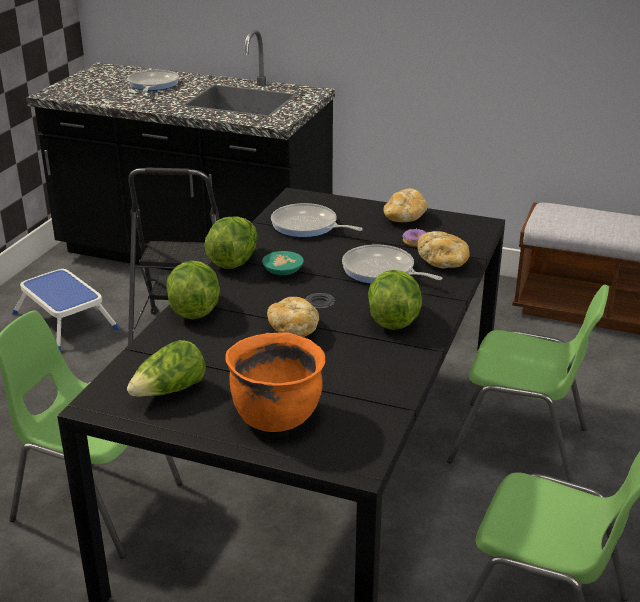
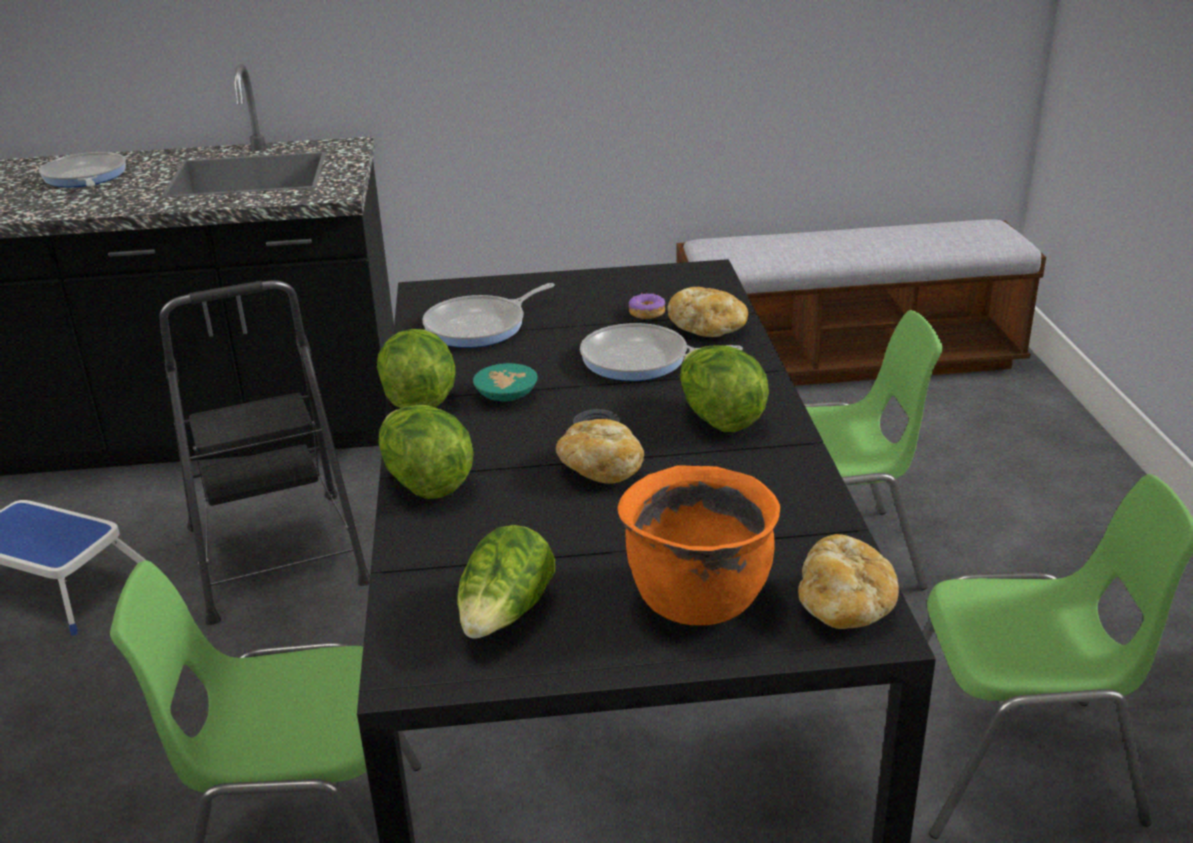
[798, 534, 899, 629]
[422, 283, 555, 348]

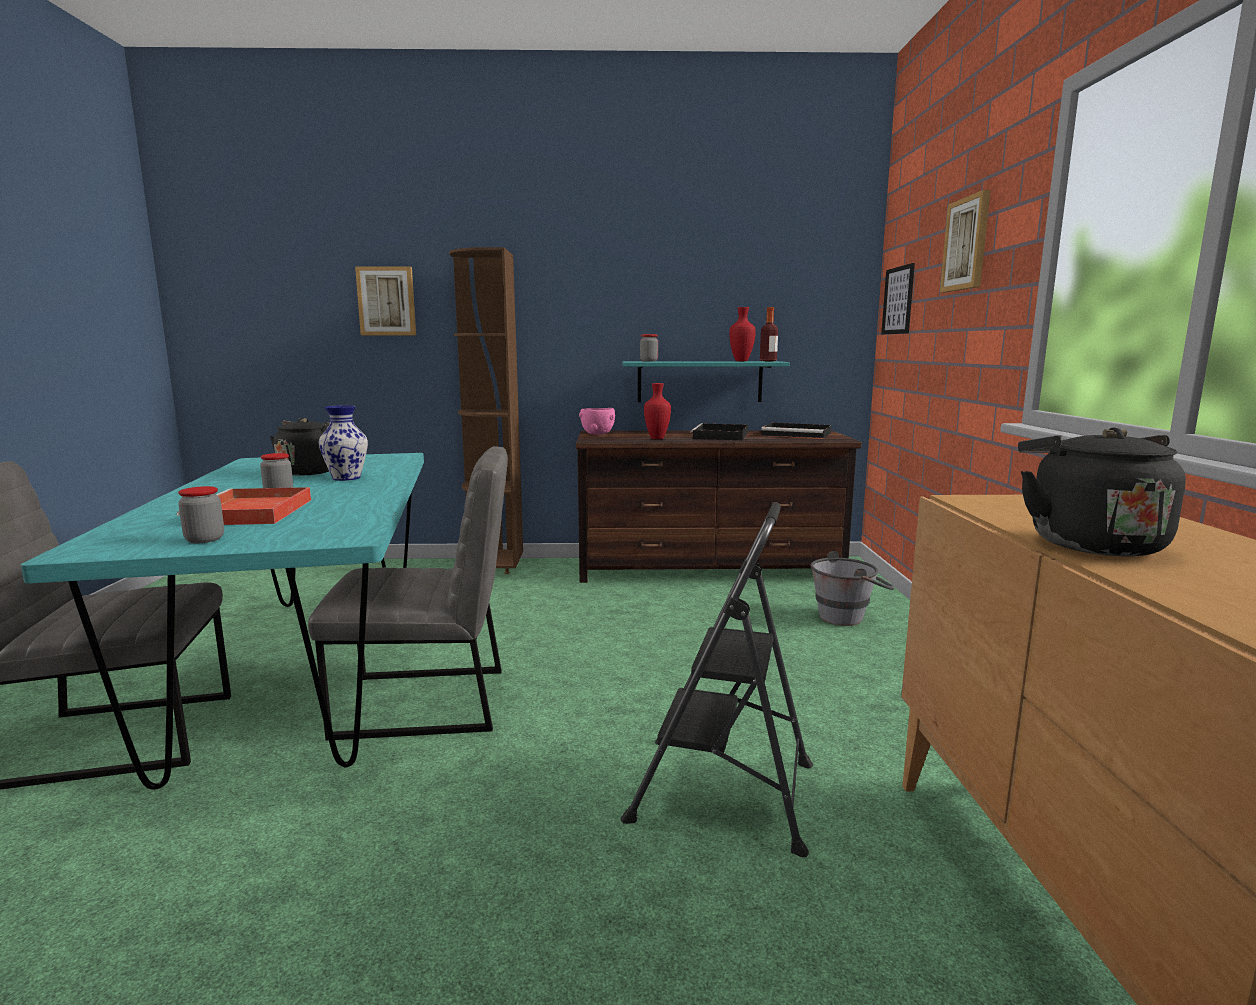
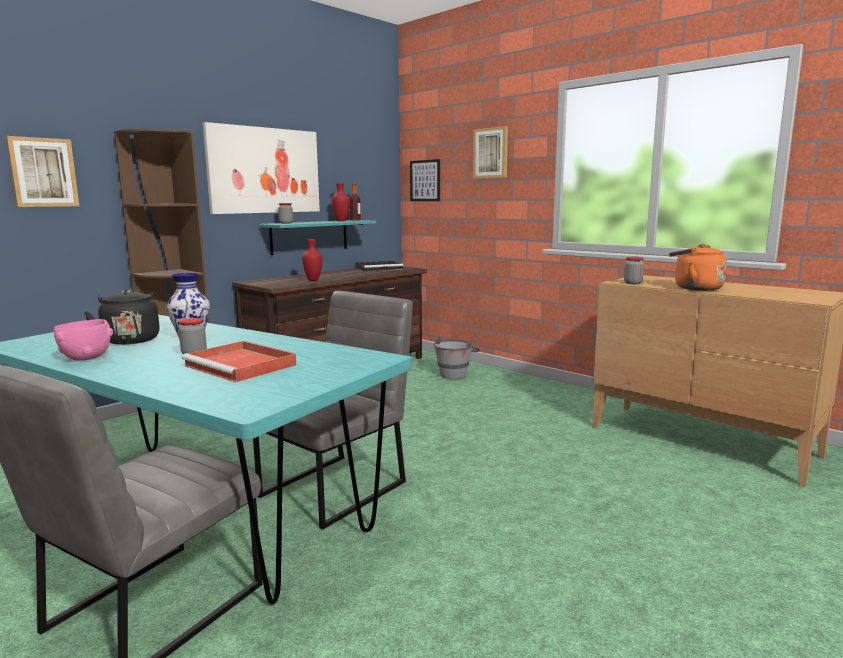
[621, 502, 813, 857] (first image)
[690, 423, 748, 441] (first image)
[203, 122, 320, 214]
[624, 257, 644, 284]
[54, 319, 113, 361]
[669, 244, 727, 291]

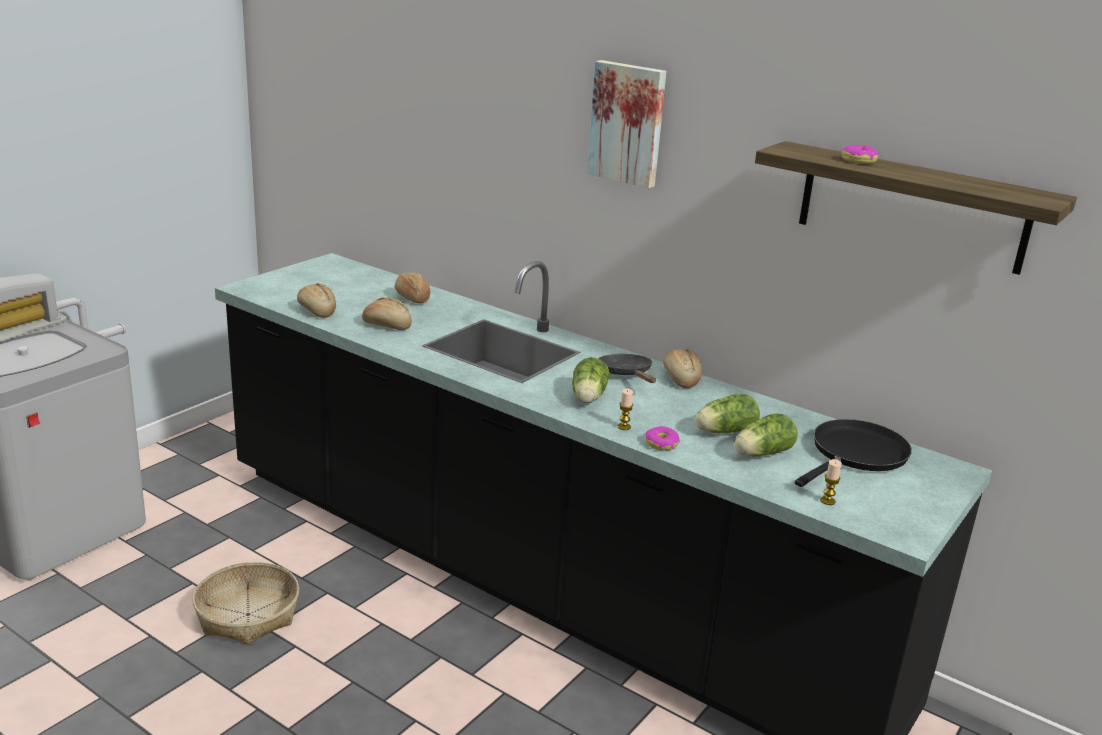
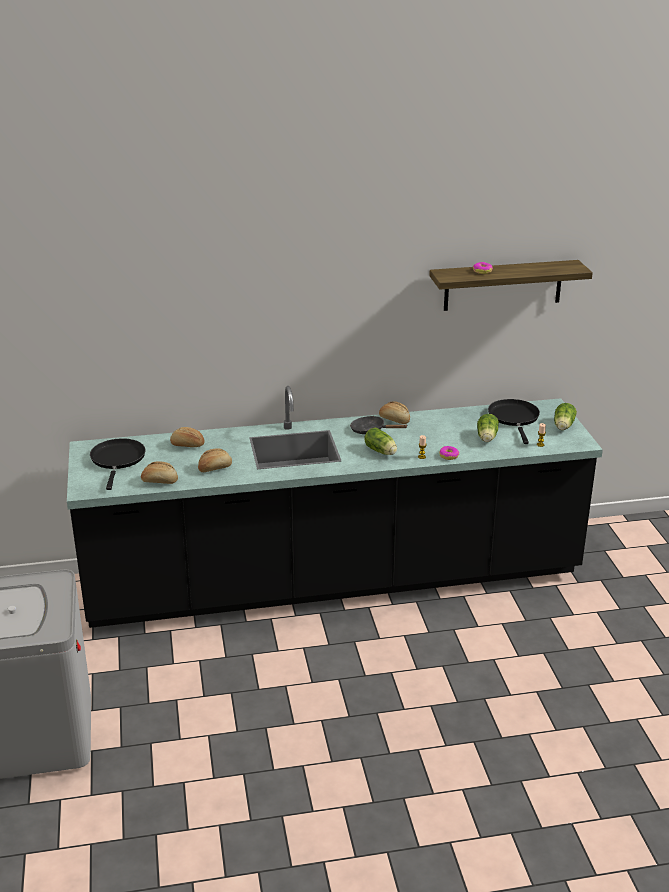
[192, 562, 299, 645] (first image)
[587, 60, 666, 188] (first image)
[90, 438, 145, 490]
[554, 403, 577, 430]

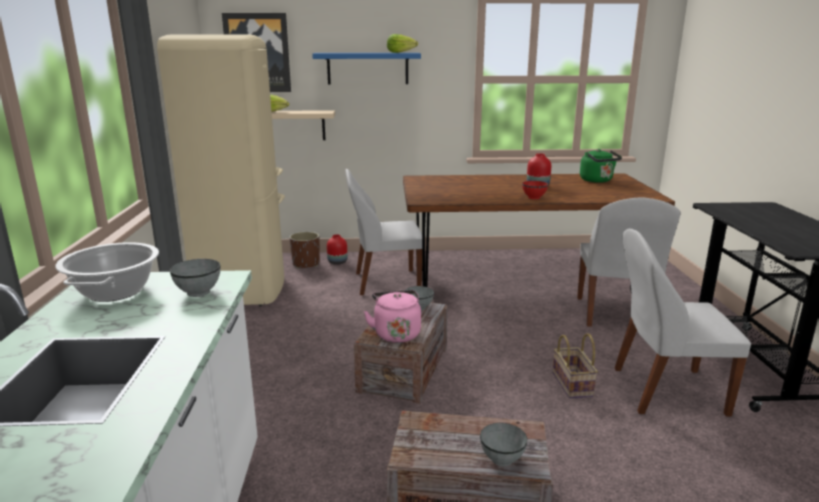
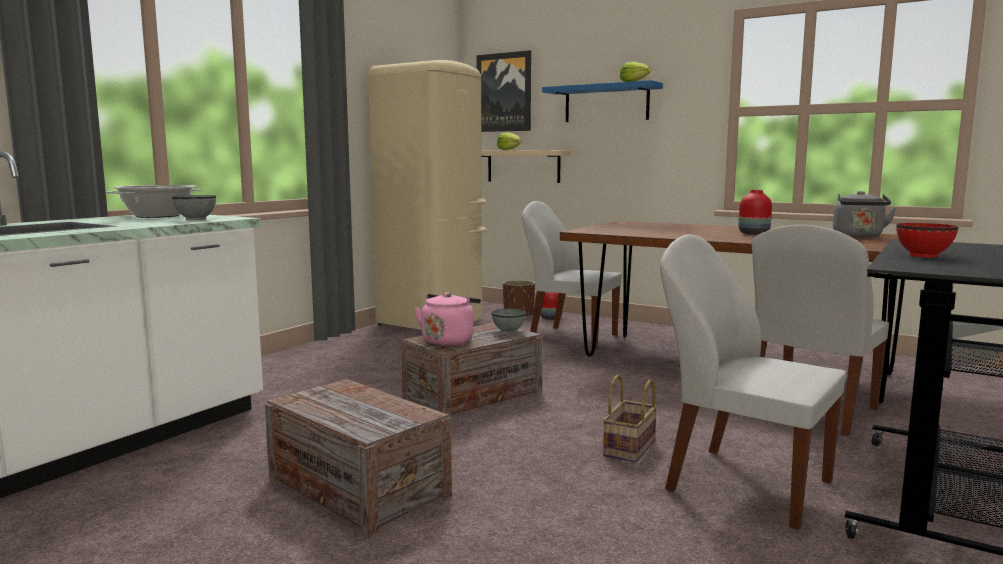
[480, 423, 527, 466] (first image)
[896, 223, 958, 258]
[833, 191, 896, 238]

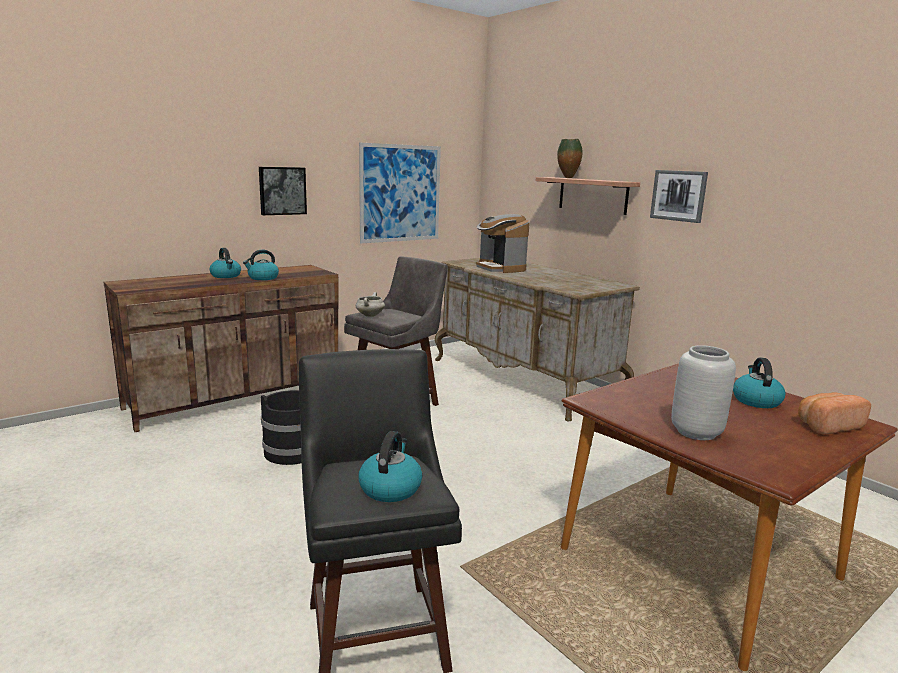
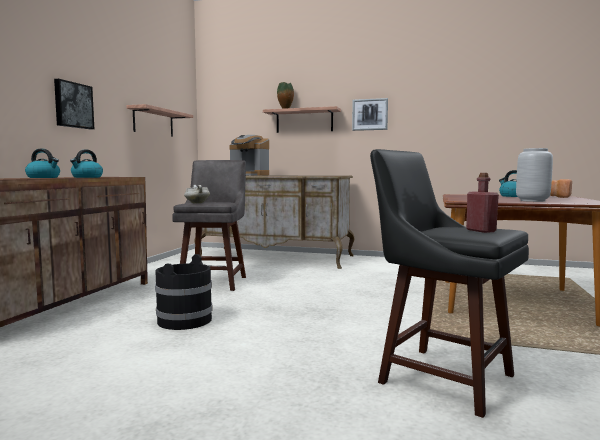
[466, 173, 499, 233]
[126, 104, 193, 137]

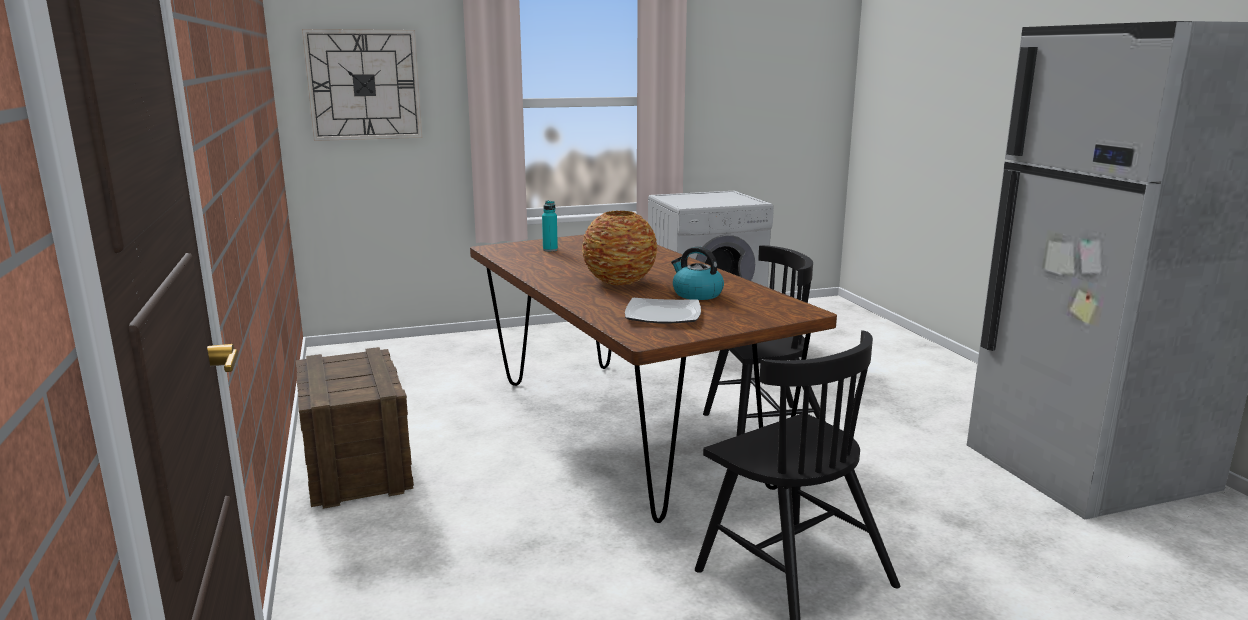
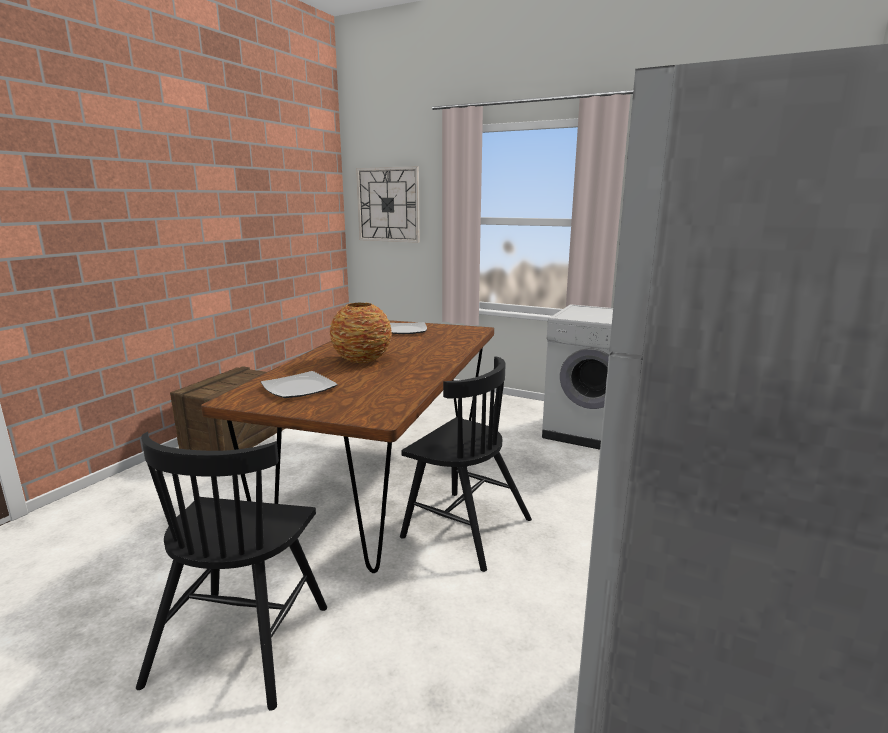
[671, 246, 724, 300] (first image)
[390, 322, 427, 334]

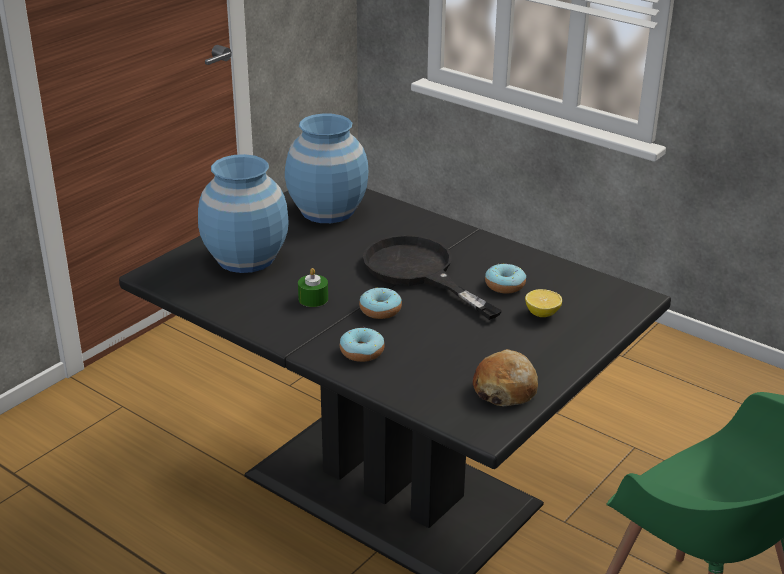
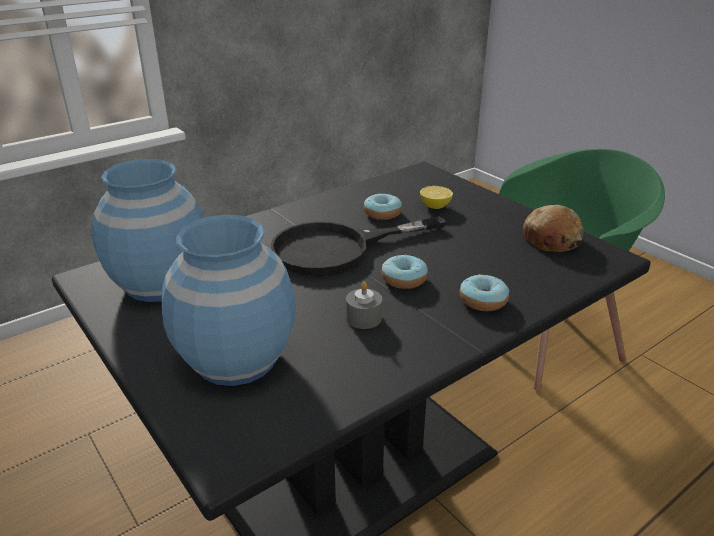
[346, 281, 382, 329]

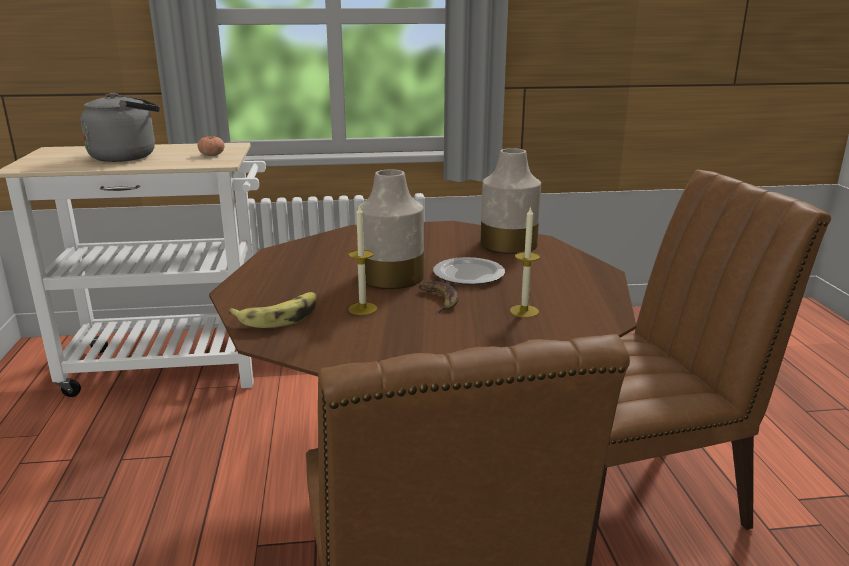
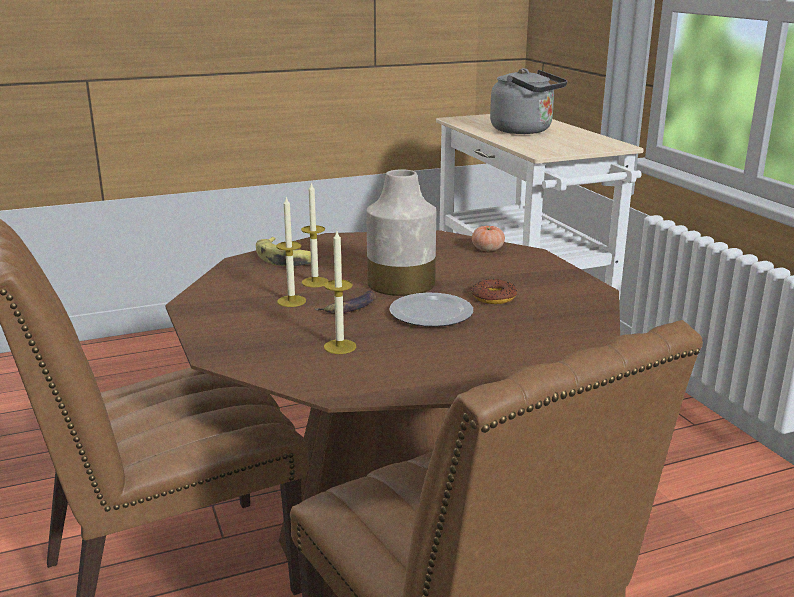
[480, 148, 541, 254] (first image)
[276, 196, 306, 307]
[471, 279, 517, 304]
[472, 225, 505, 251]

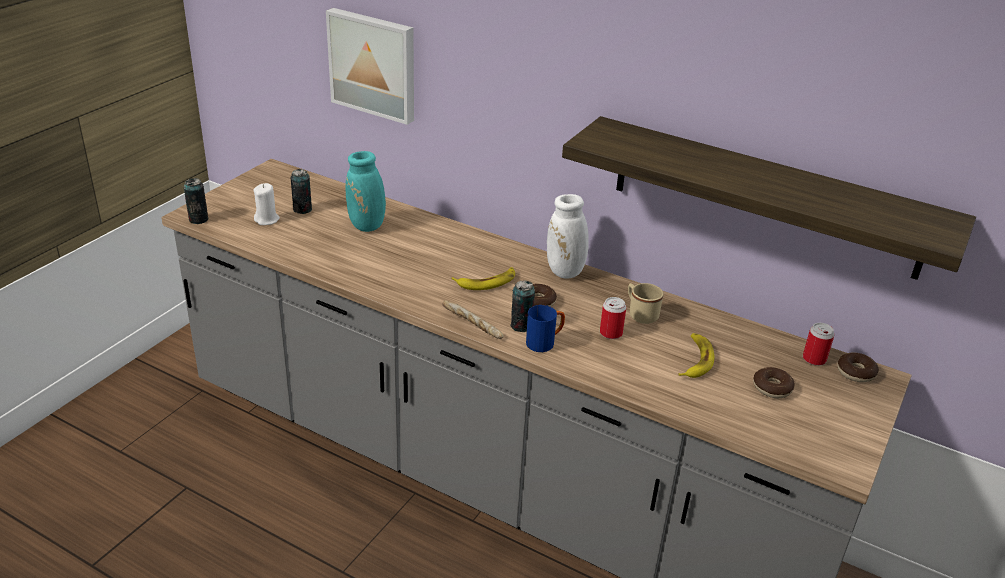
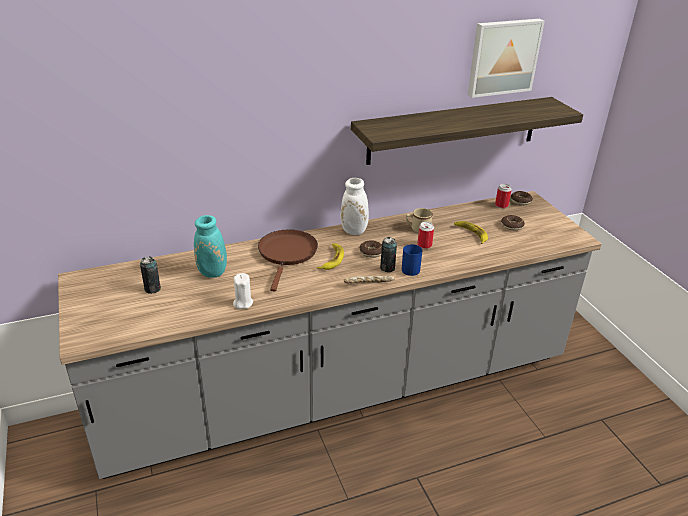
[184, 178, 208, 224] (first image)
[258, 229, 318, 292]
[233, 273, 253, 309]
[468, 19, 545, 98]

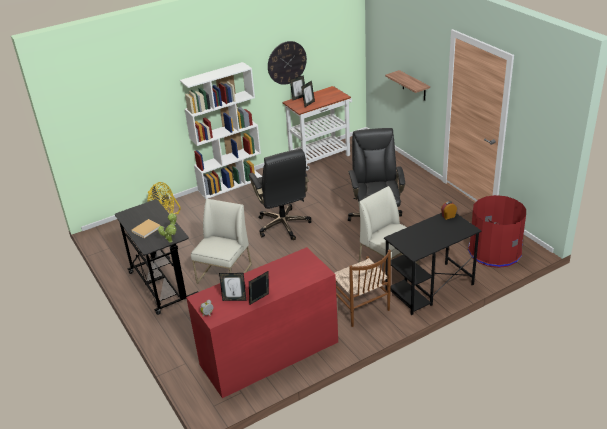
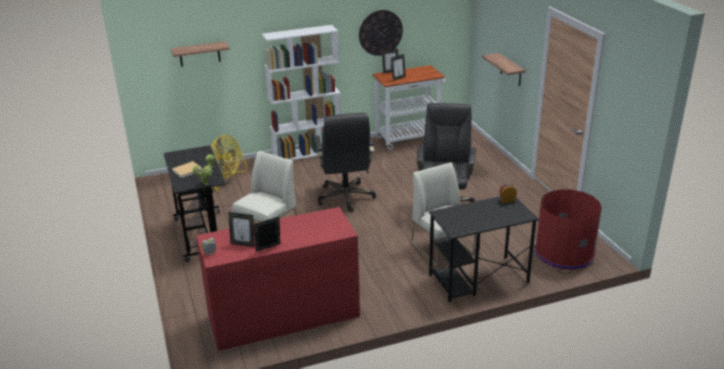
[335, 250, 391, 327] (first image)
[171, 41, 230, 67]

